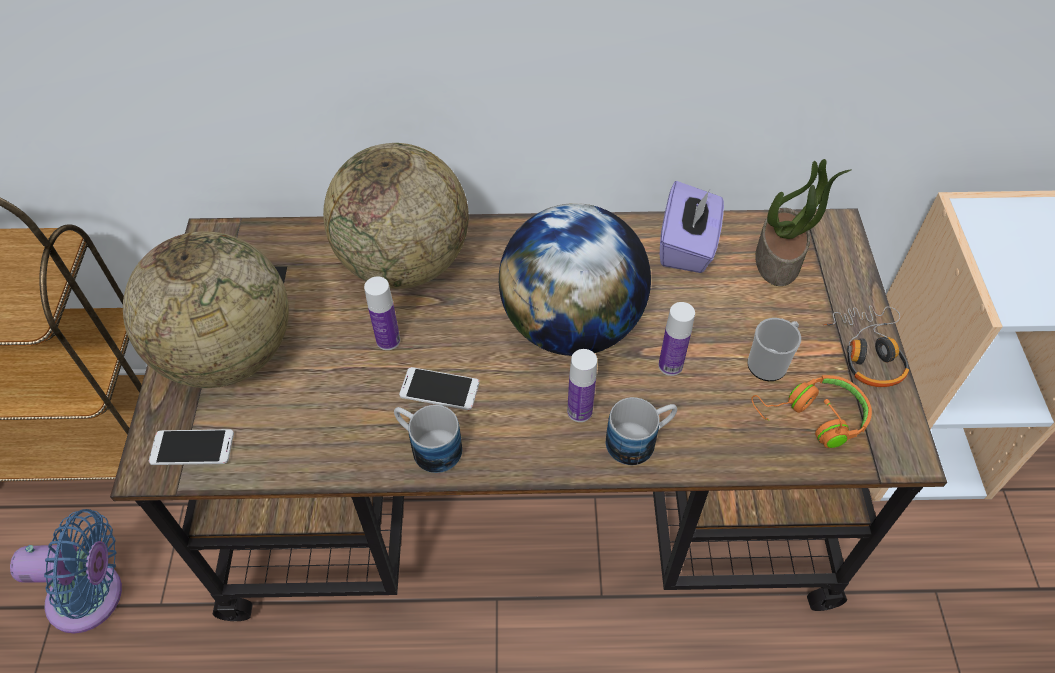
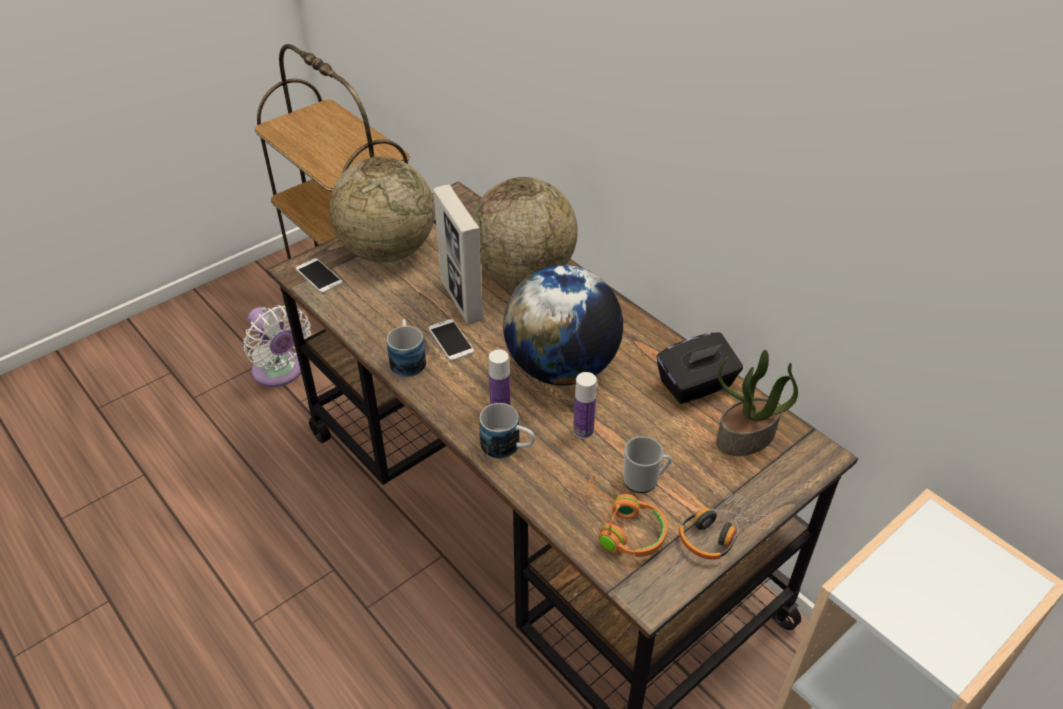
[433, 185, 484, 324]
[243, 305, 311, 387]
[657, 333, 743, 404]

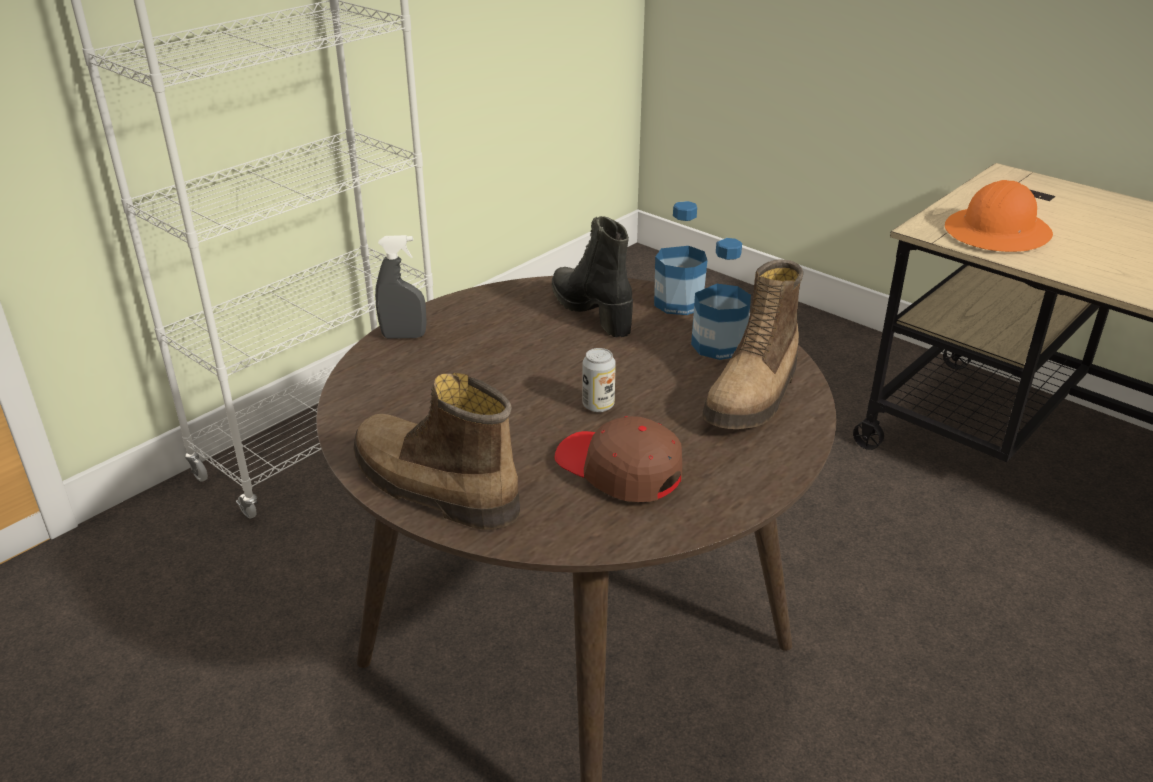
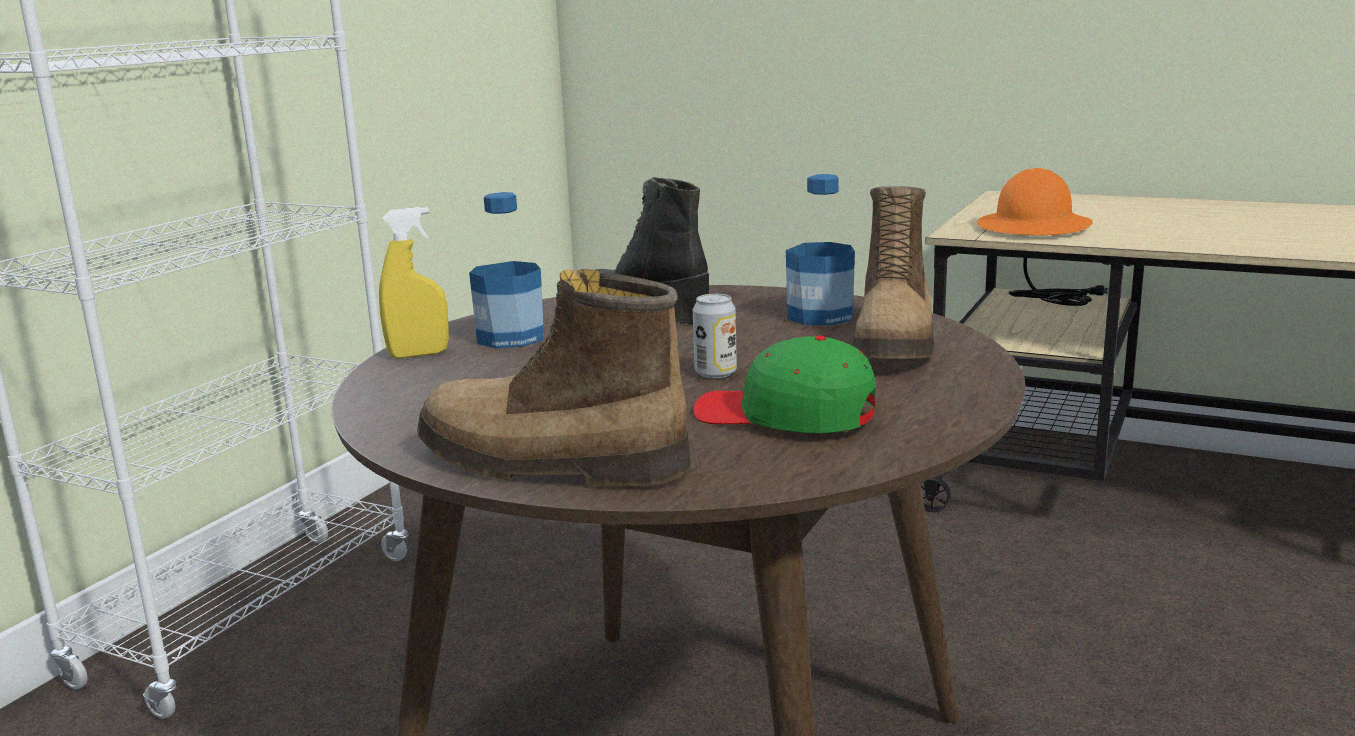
[469, 192, 544, 348]
[379, 207, 449, 358]
[694, 336, 876, 433]

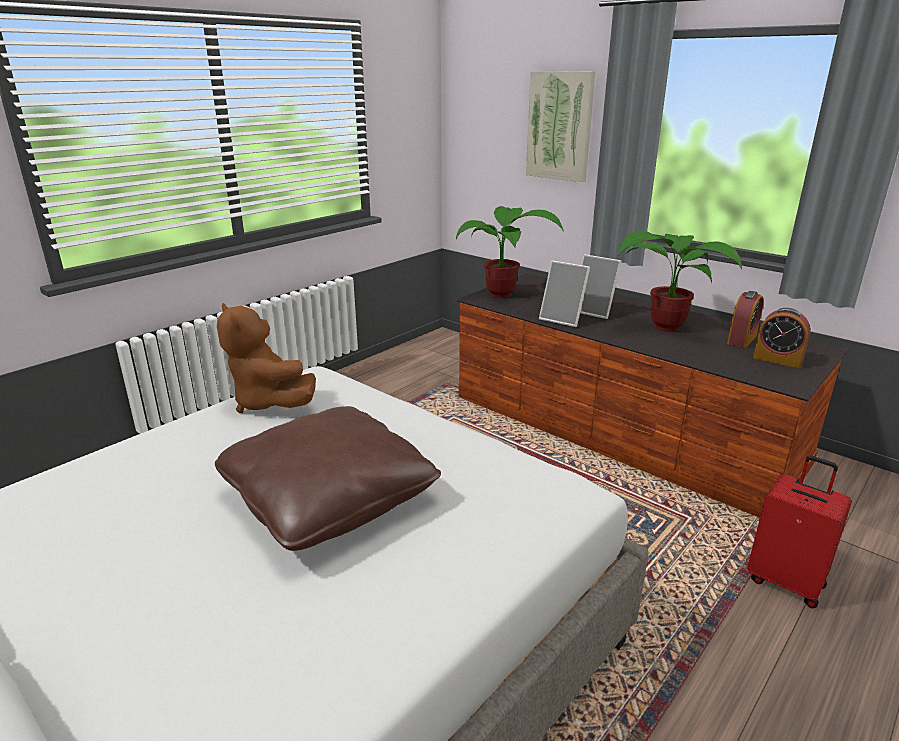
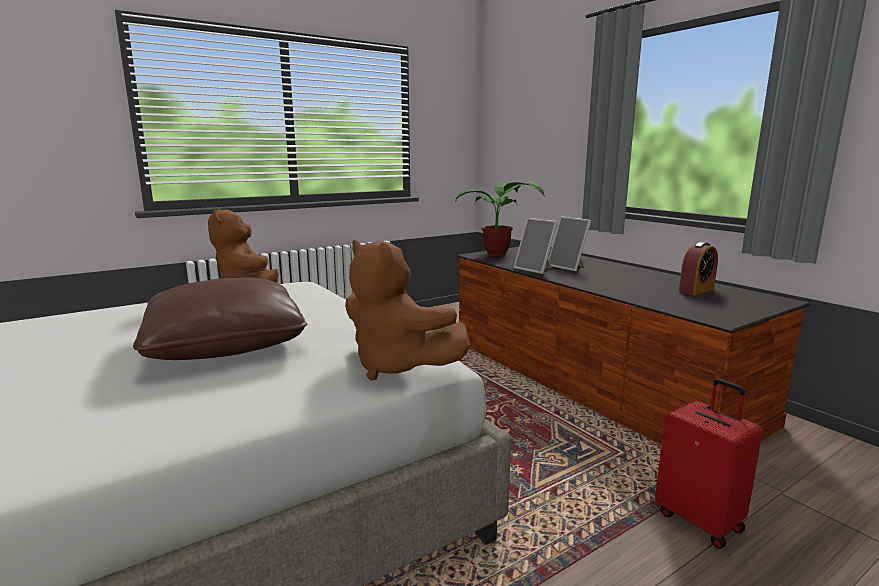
[526, 71, 595, 182] (first image)
[618, 231, 742, 332] (first image)
[753, 308, 811, 368] (first image)
[345, 240, 470, 381]

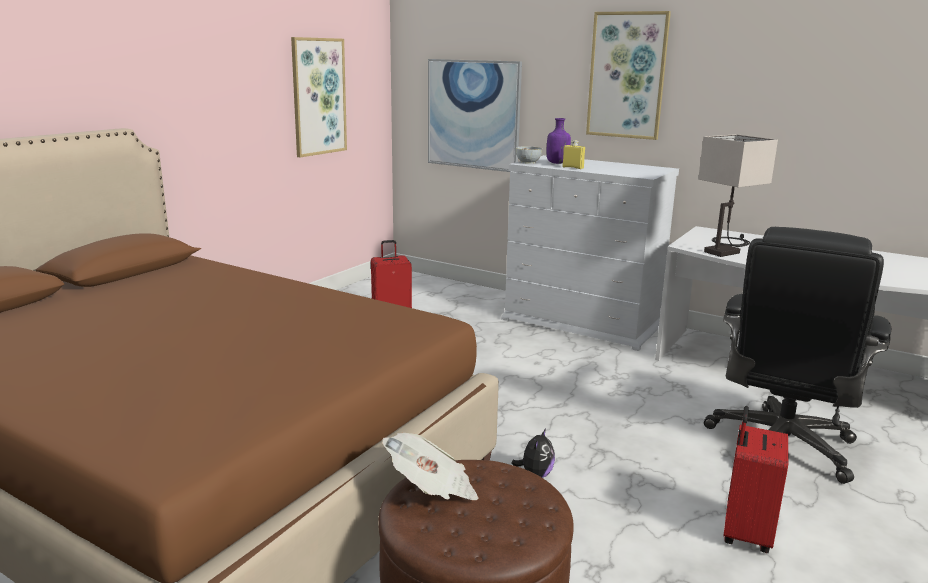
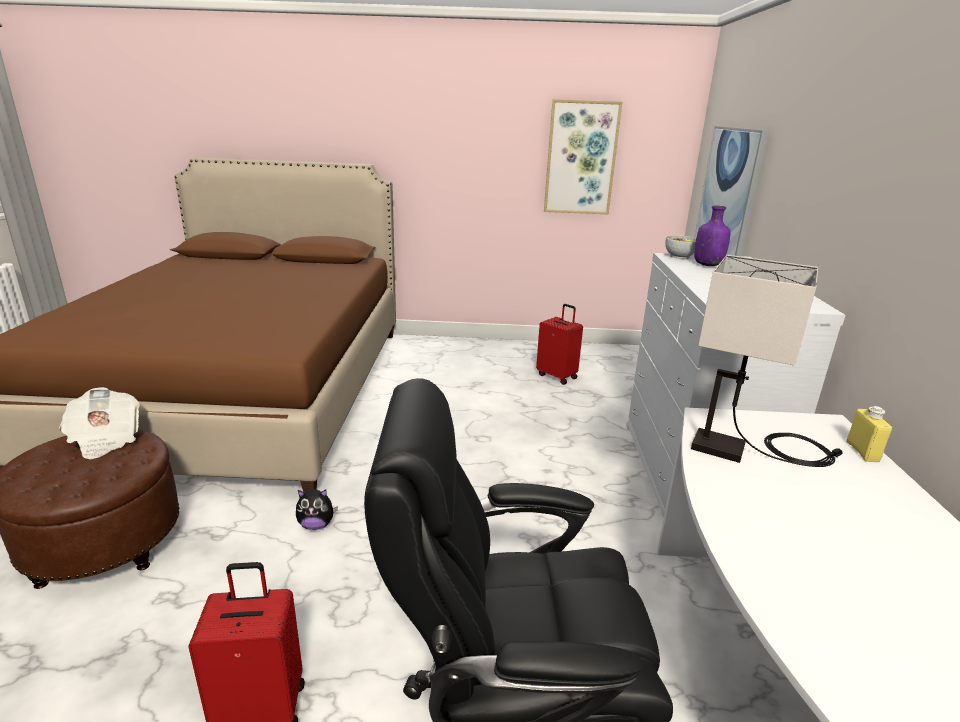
[586, 11, 671, 140] (first image)
[846, 406, 892, 462]

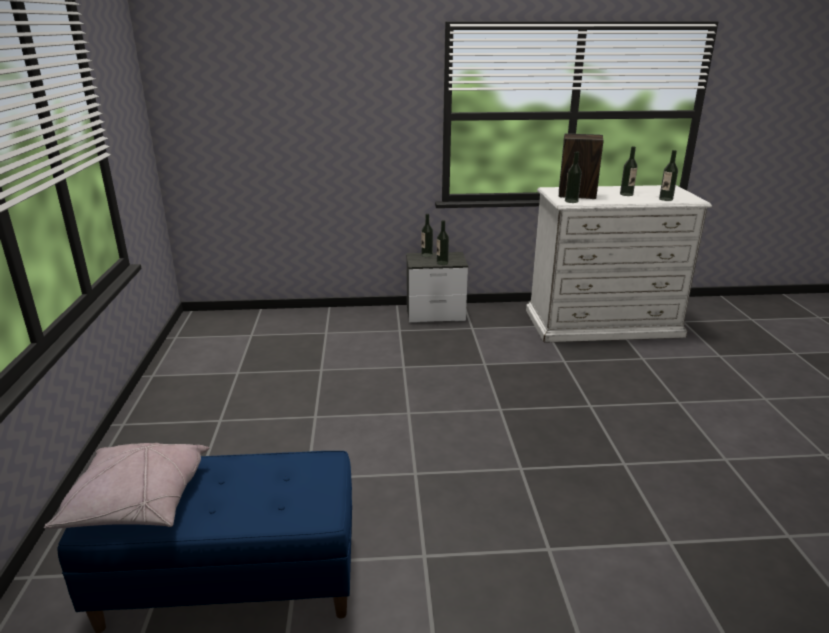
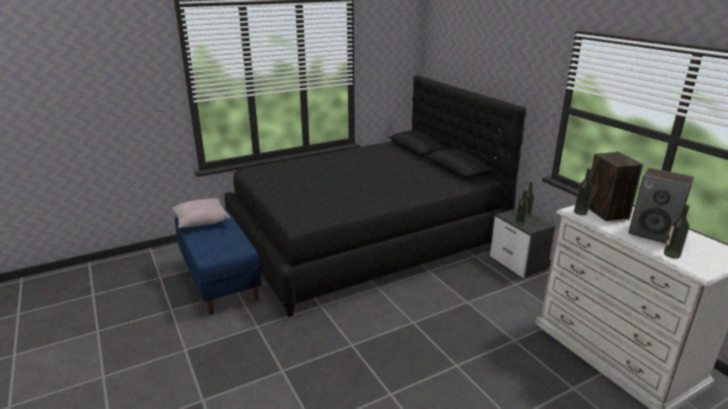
[224, 75, 526, 317]
[628, 168, 694, 243]

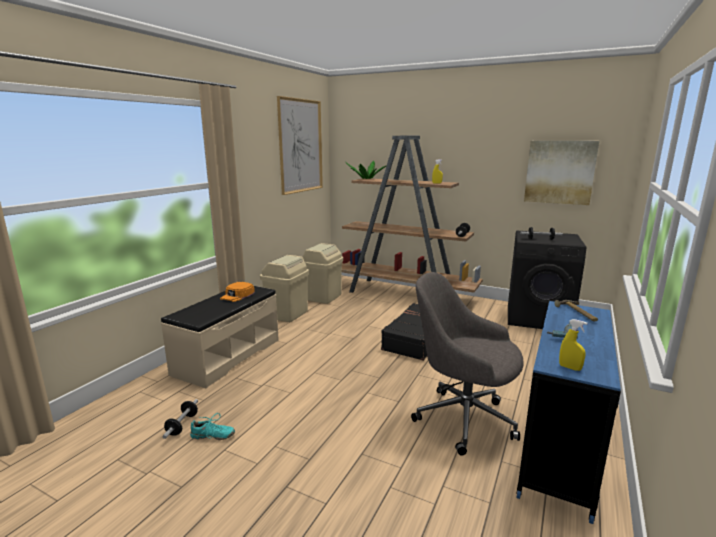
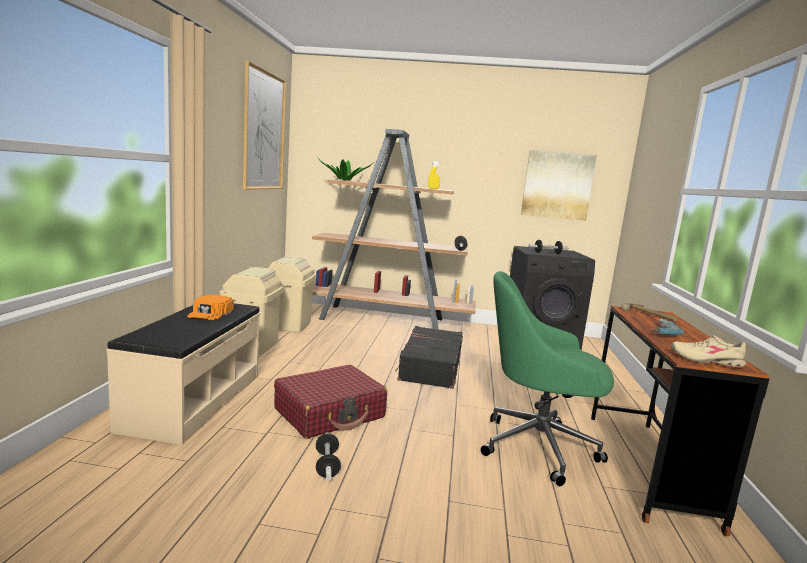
[190, 413, 235, 440] (first image)
[274, 365, 387, 438]
[316, 432, 341, 481]
[671, 335, 746, 368]
[481, 271, 614, 486]
[591, 306, 769, 536]

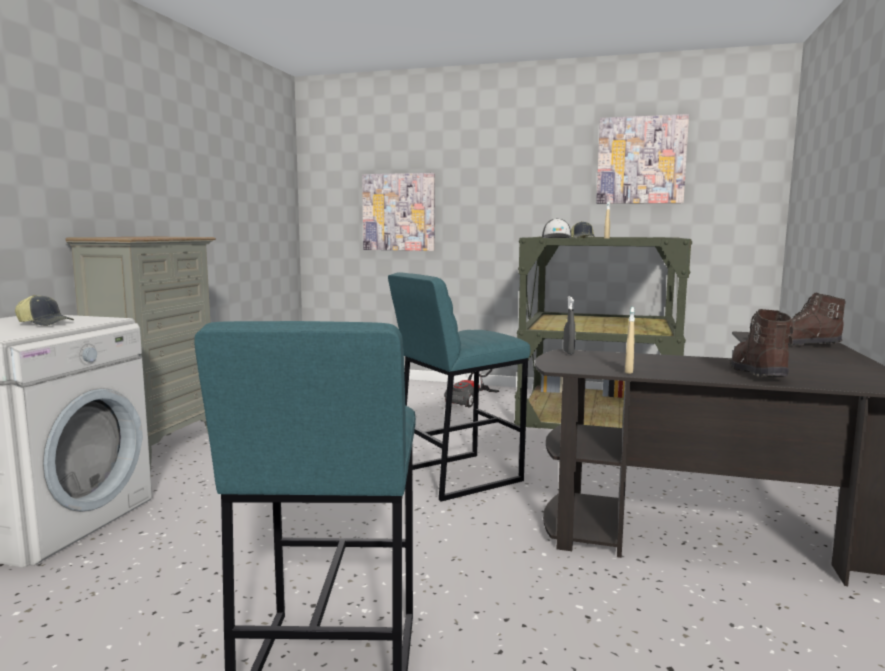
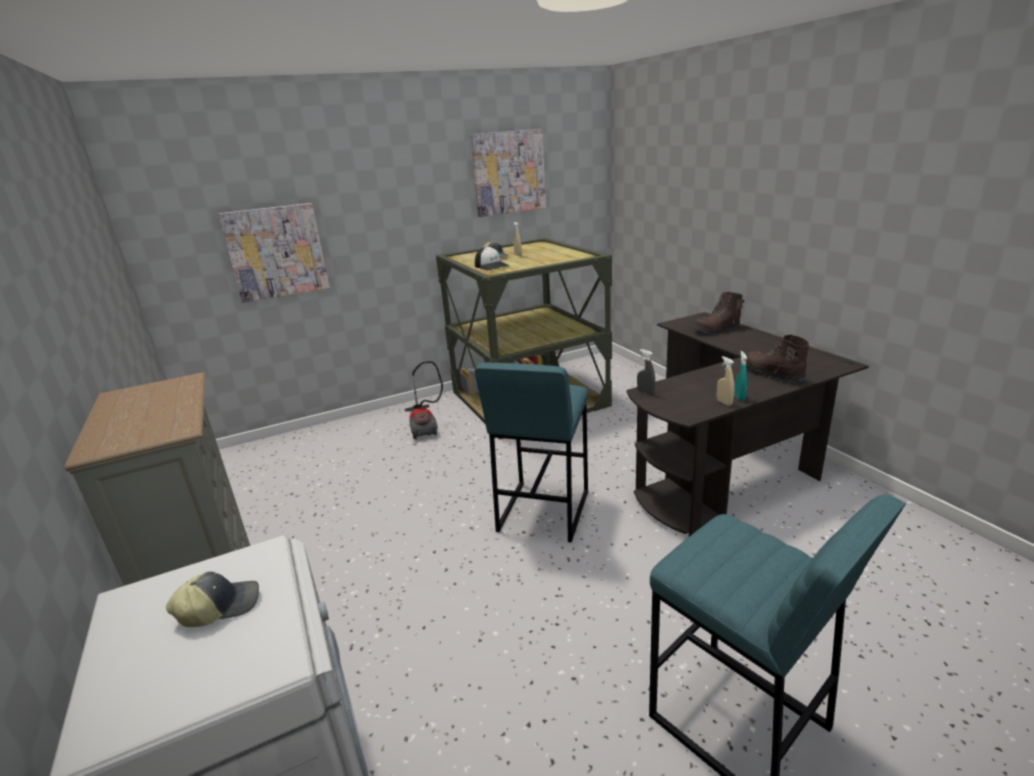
[735, 351, 747, 401]

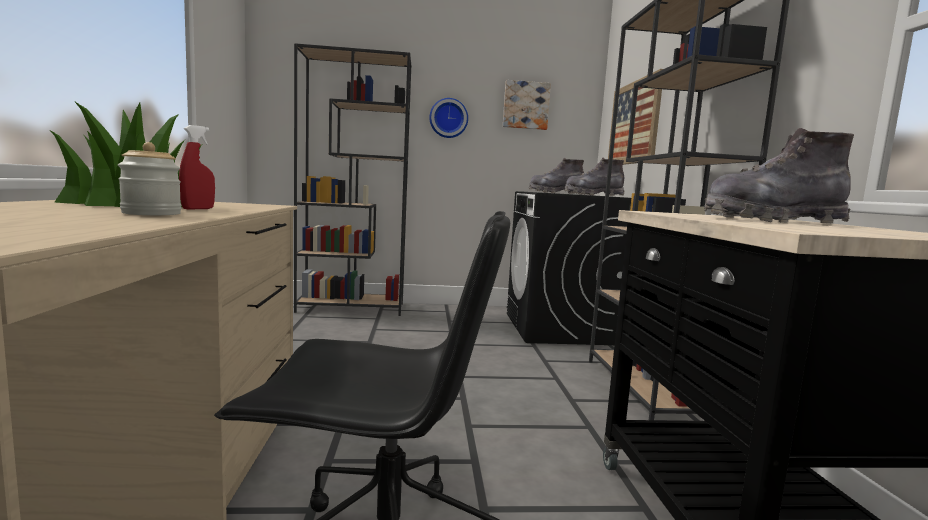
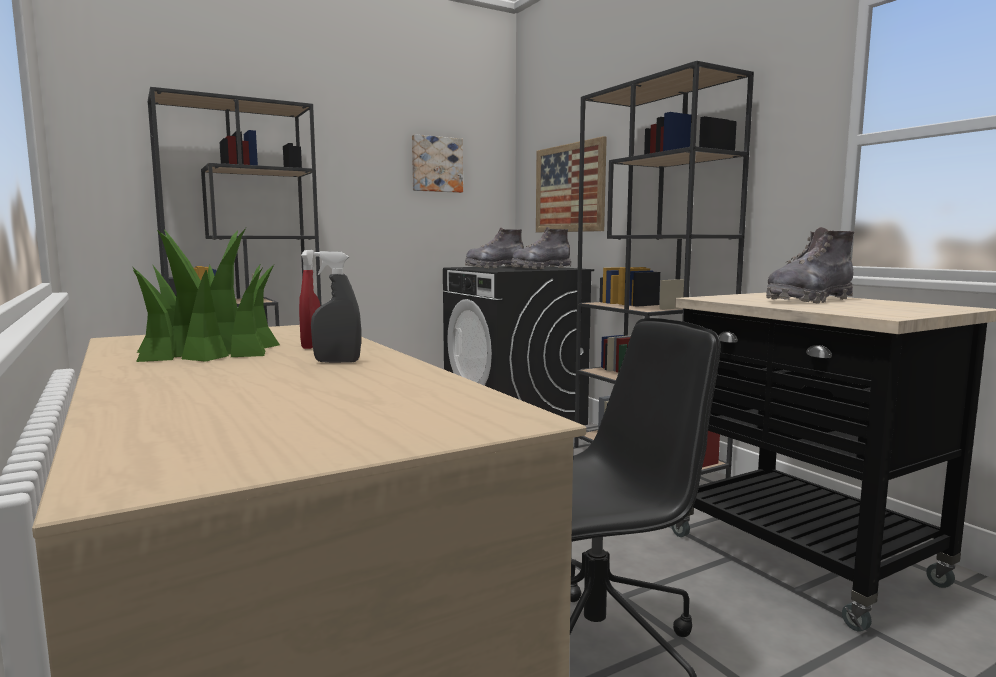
[429, 98, 468, 138] (first image)
[311, 251, 361, 363]

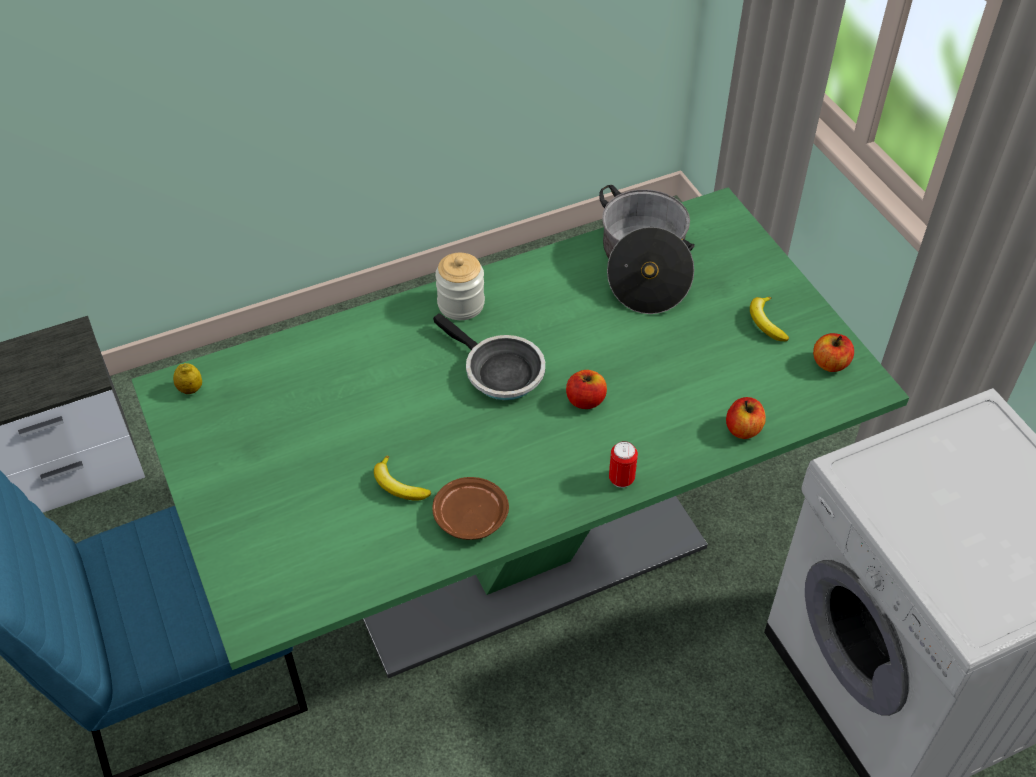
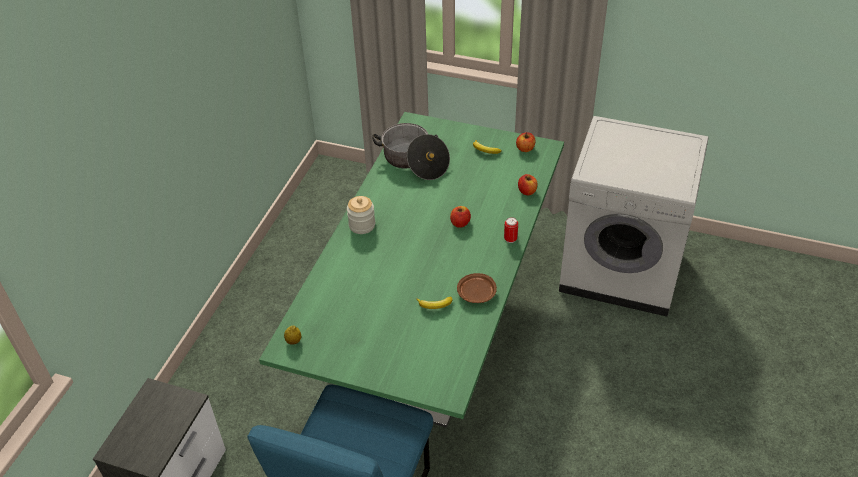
[433, 313, 545, 400] (first image)

